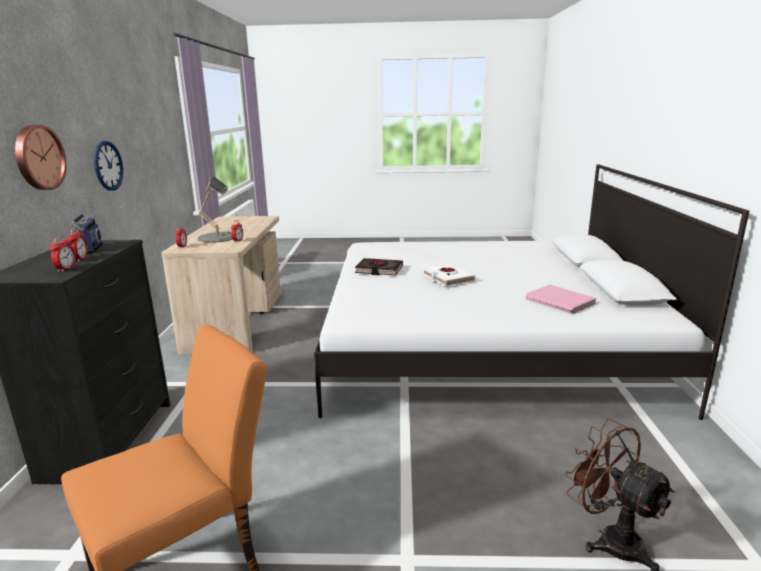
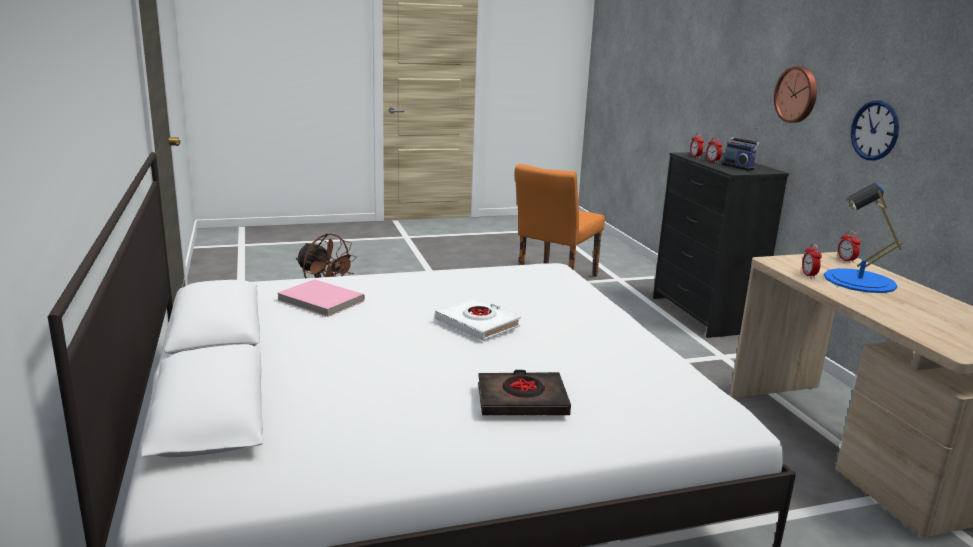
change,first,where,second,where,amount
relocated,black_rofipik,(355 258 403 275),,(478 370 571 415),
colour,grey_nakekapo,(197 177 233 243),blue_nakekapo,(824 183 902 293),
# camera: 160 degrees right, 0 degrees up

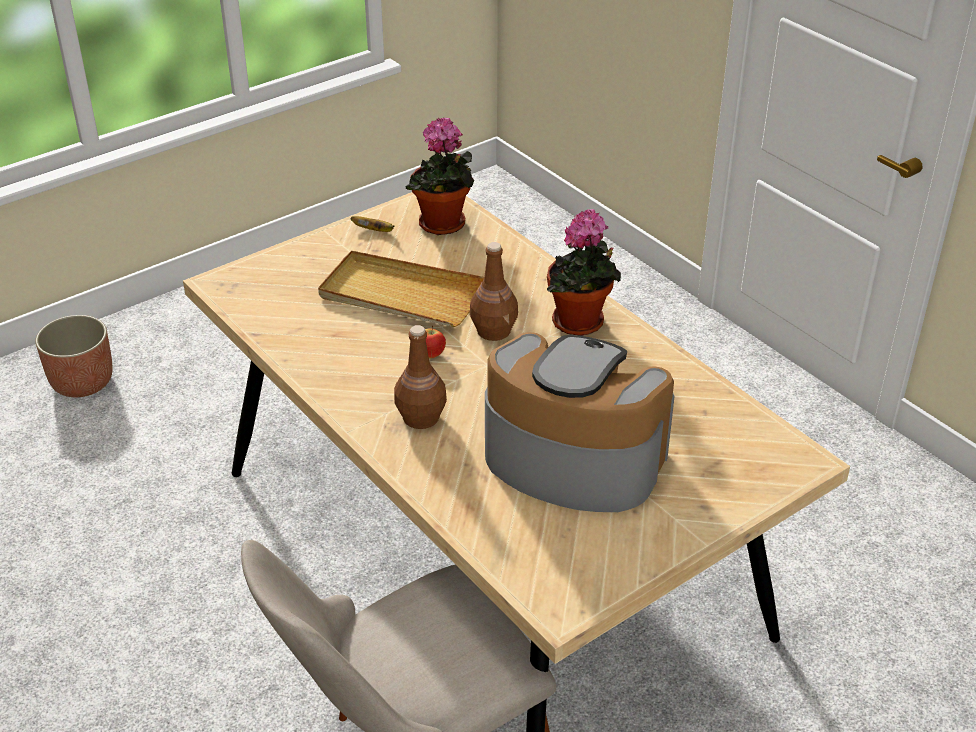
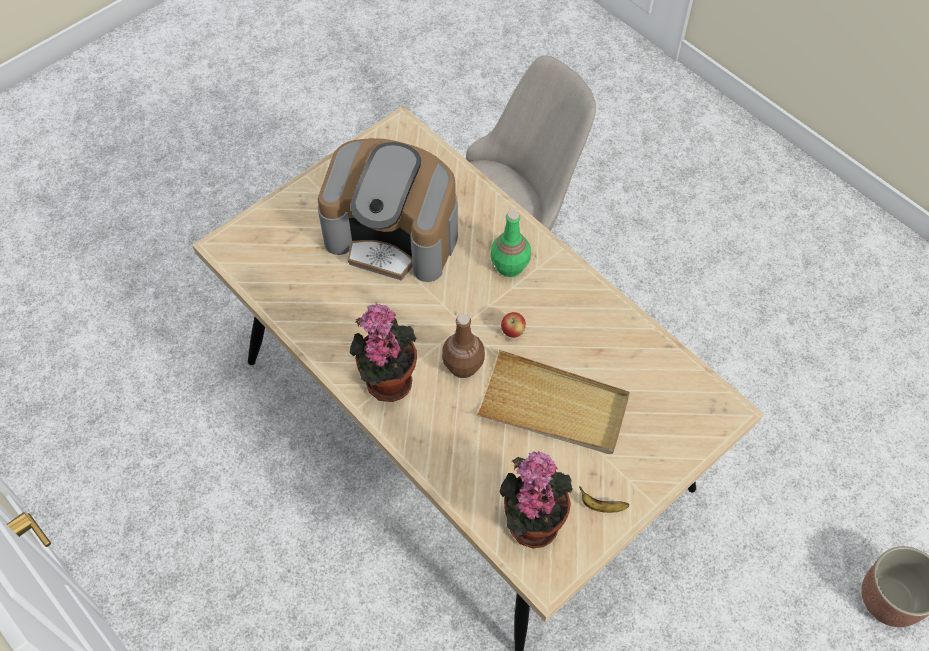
change,first,where,second,where,amount
colour,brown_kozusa,(394 325 447 429),green_kozusa,(490 210 531 277),
# camera: 175 degrees right, 20 degrees up

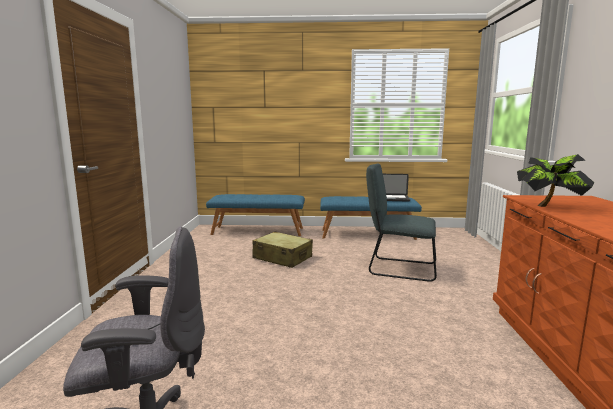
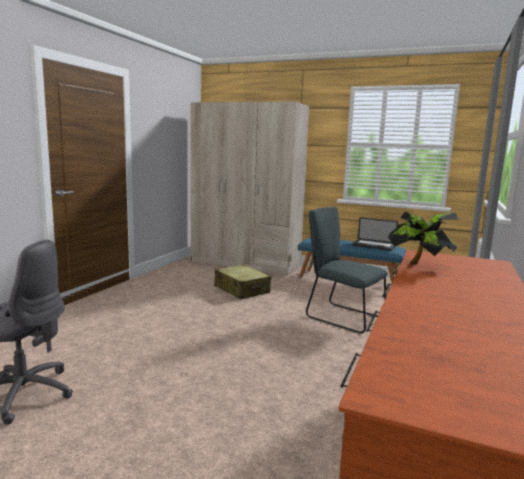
change,first,where,second,where,amount
exchanged,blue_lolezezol,(206 194 305 236),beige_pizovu,(190 101 309 276),
# camera: 20 degrees right, 0 degrees up

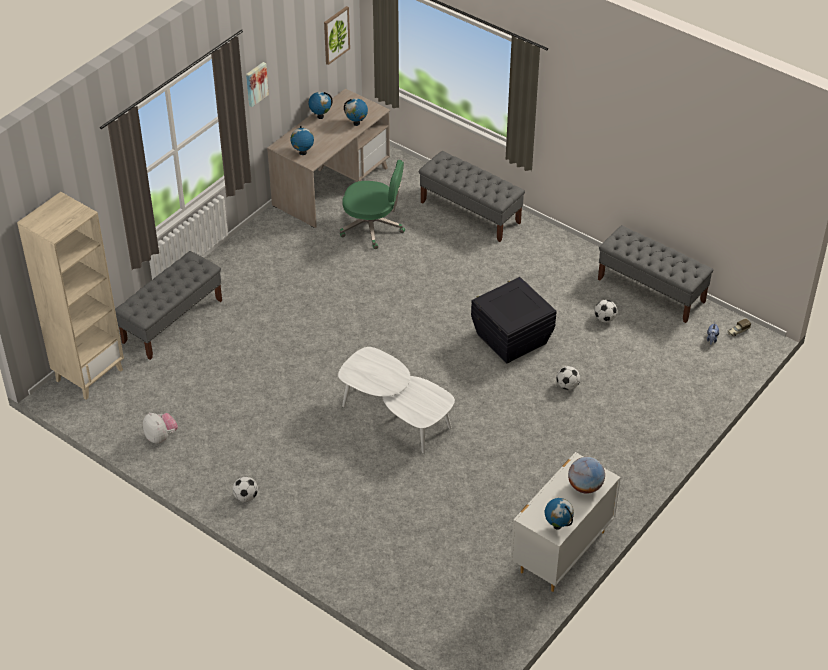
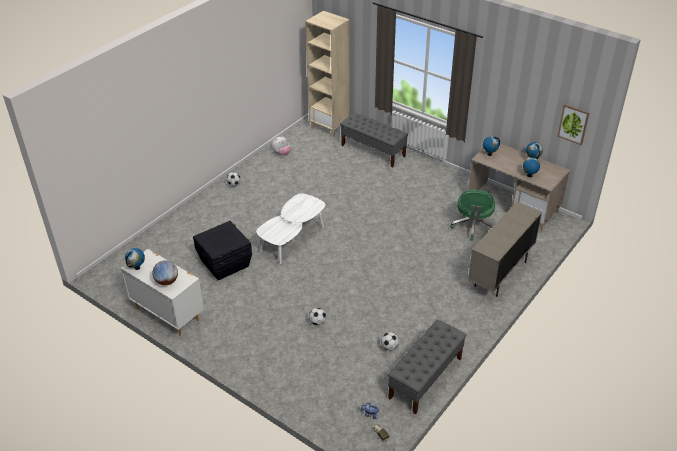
change,first,where,second,where,amount
missing,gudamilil,(246 62 269 107),,,
relocated,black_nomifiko,(471 277 557 363),,(193 221 252 280),
exchanged,grey_lolezezol,(419 151 525 242),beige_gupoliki,(468 202 542 297),
# camera: 90 degrees right, 5 degrees down

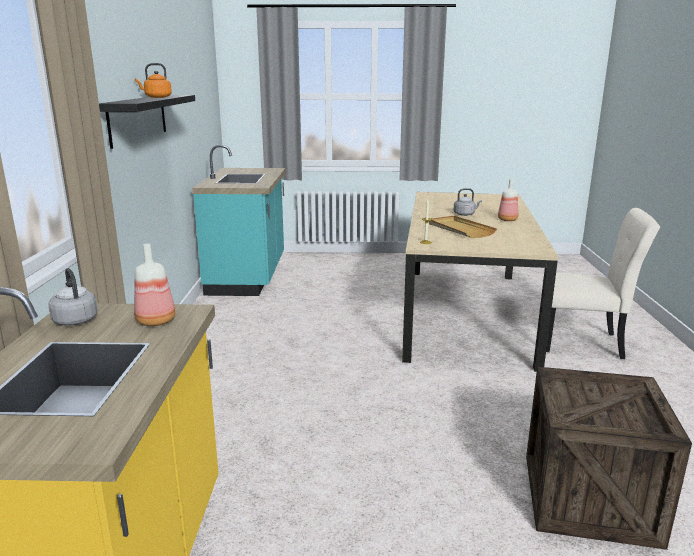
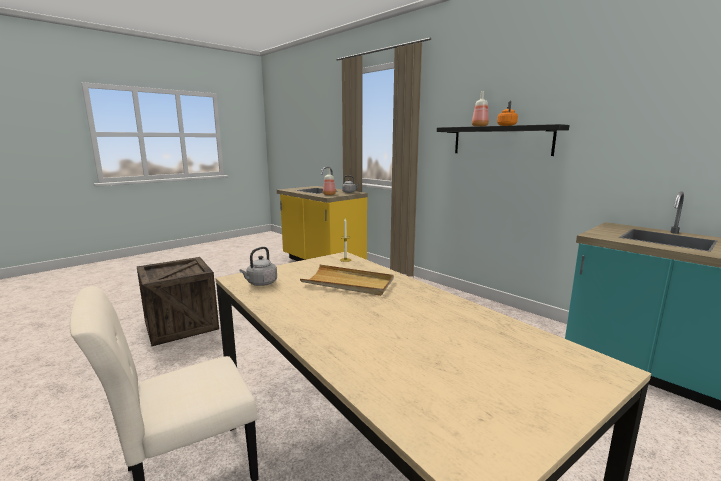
change,first,where,second,where,amount
relocated,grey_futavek,(454 188 482 216),,(239 247 277 286),
relocated,kozusa,(498 179 519 221),,(472 91 489 126),
# camera: 135 degrees right, 5 degrees down

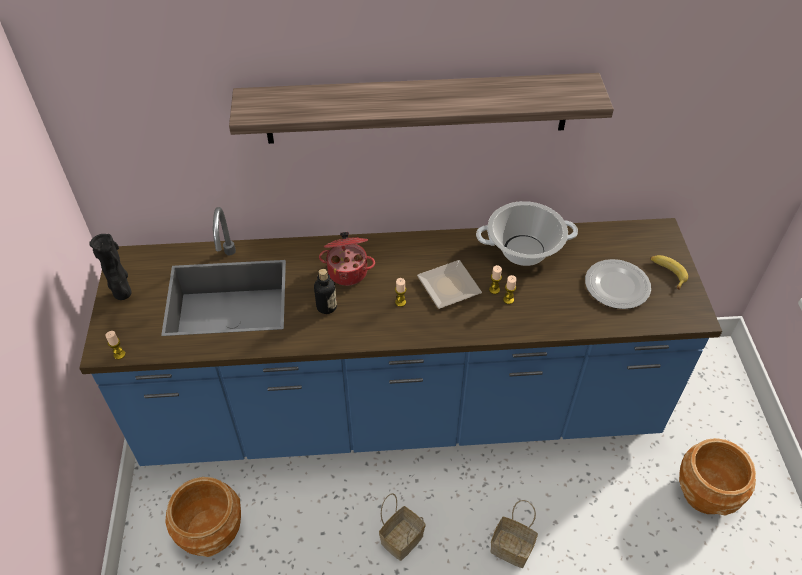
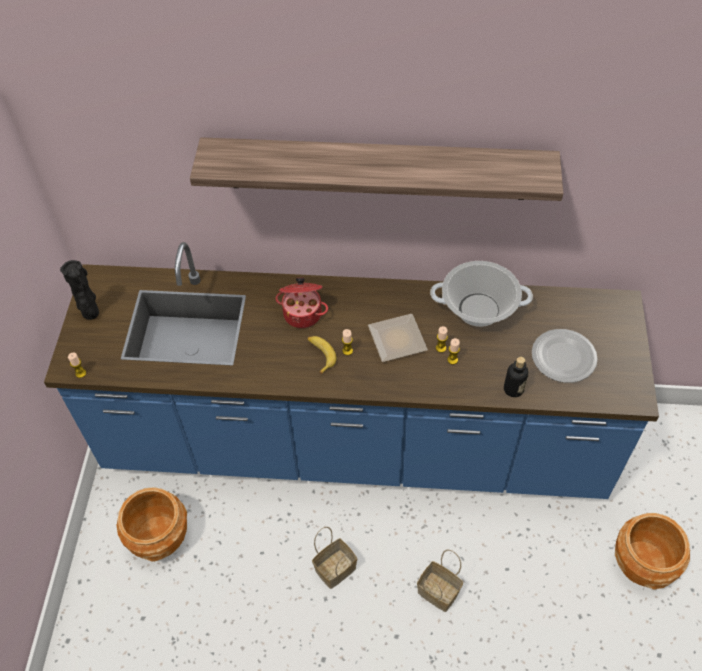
change,first,where,second,where,amount
relocated,kozusa,(314 269 337 314),,(504 357 529 397),
relocated,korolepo,(650 255 688 290),,(308 336 337 375),
# camera: 10 degrees right, 5 degrees up

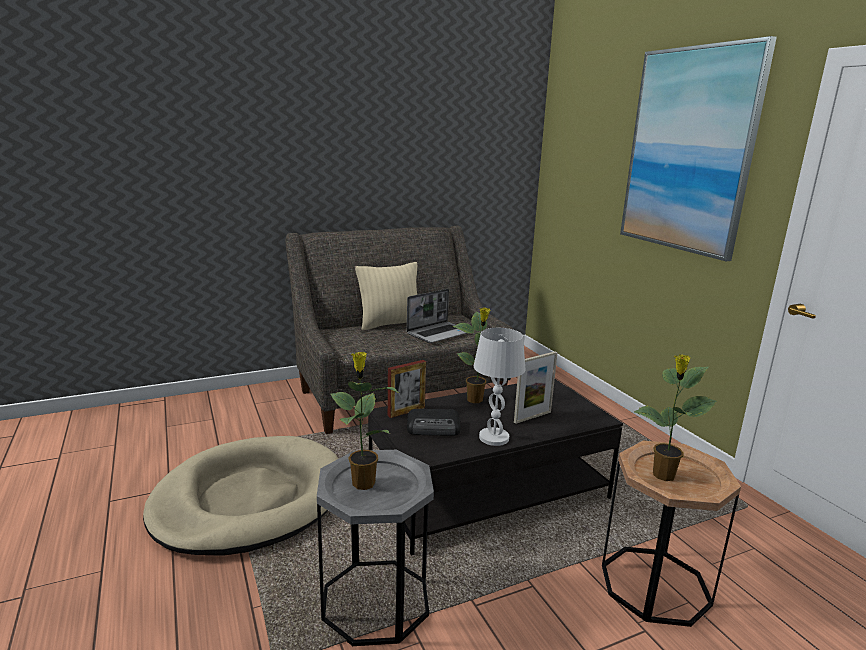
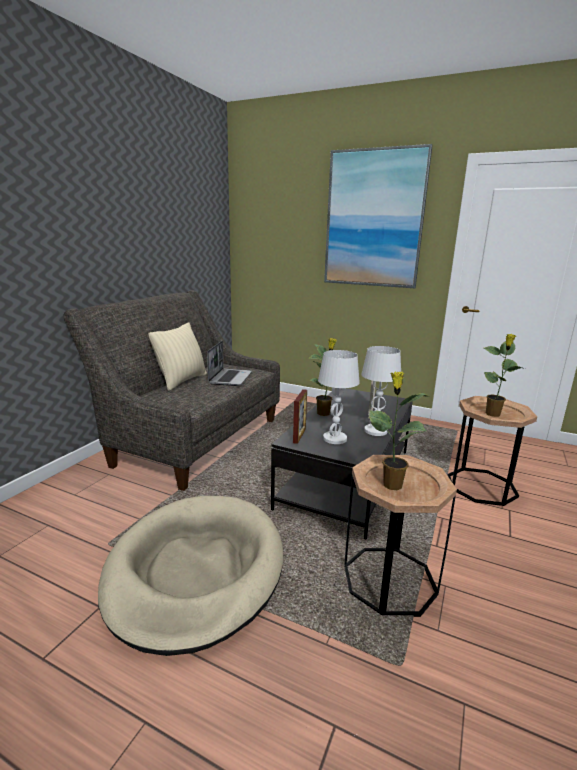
change,first,where,second,where,amount
exchanged,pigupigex,(407 409 461 436),white_nakekapo,(318 350 360 444),
colour,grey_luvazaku,(317 450 434 646),brown_luvazaku,(344 455 457 617),
# camera: 40 degrees left, 0 degrees up

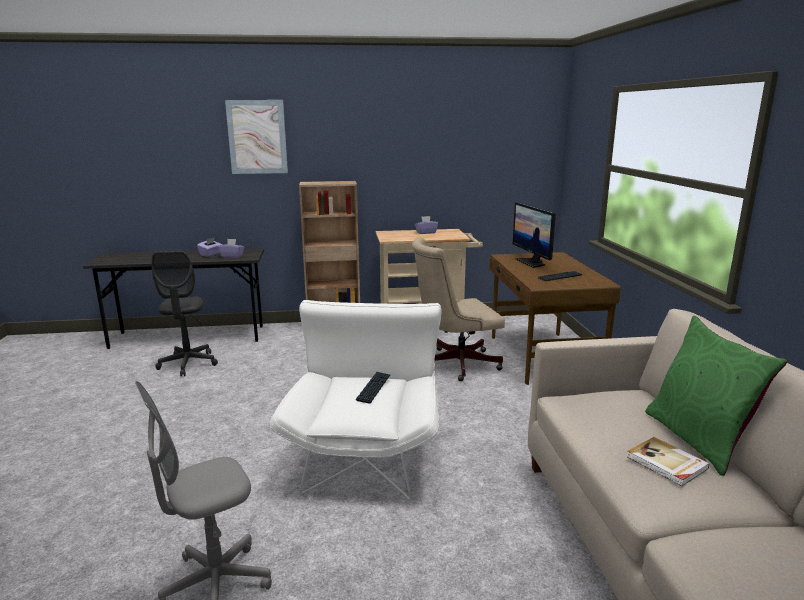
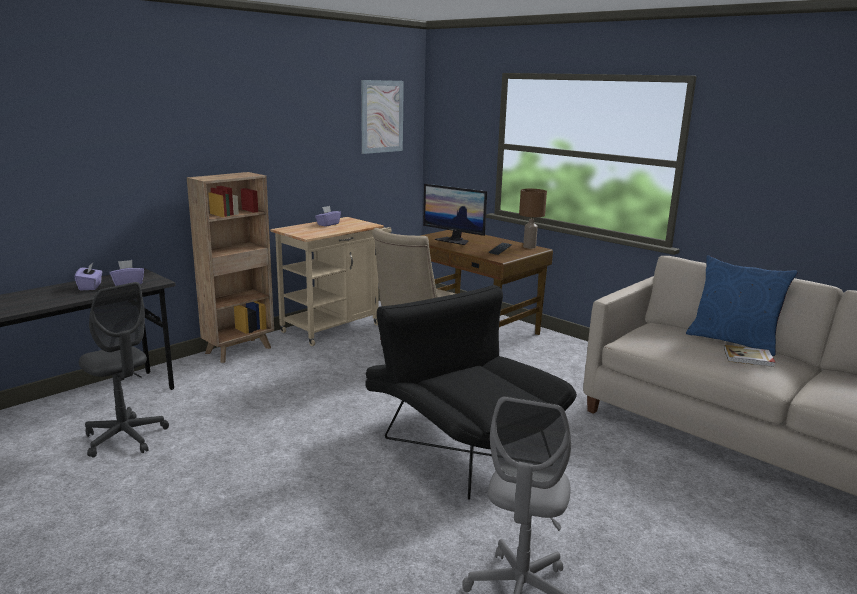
change,first,where,second,where,amount
missing,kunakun,(356 372 391 404),,,
appeared,,,brown_nakekapo,(519 189 547 248),
relocated,gudamilil,(225 100 288 174),,(361 80 404 154),
colour,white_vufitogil,(270 300 442 501),black_vufitogil,(366 285 577 500),
colour,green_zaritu,(645 315 788 476),blue_zaritu,(686 255 798 356),
# camera: 40 degrees left, 0 degrees up

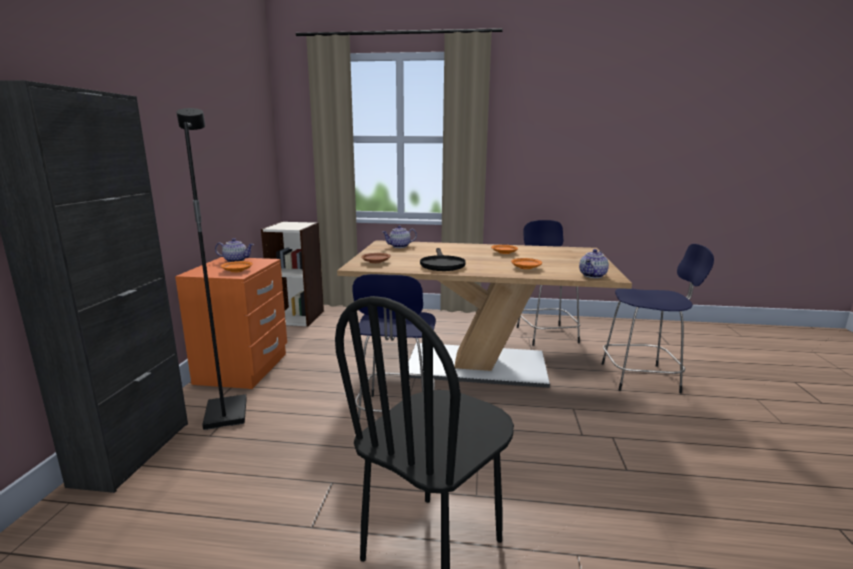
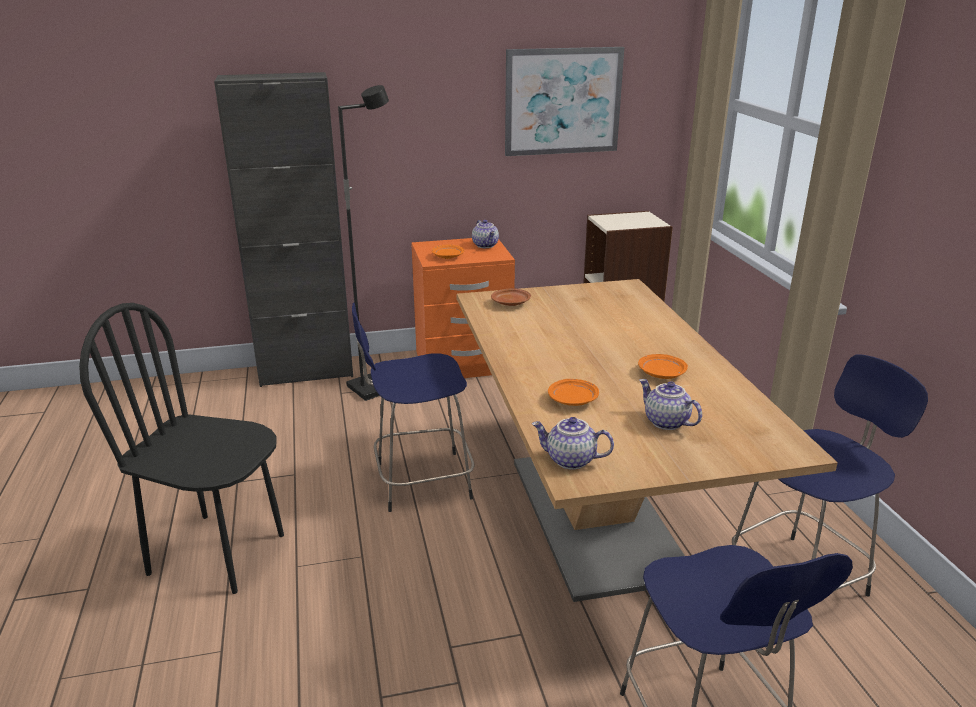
change,first,where,second,where,amount
missing,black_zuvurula,(420 248 466 271),,,
appeared,,,gudamilil,(505 47 624 156),
relocated,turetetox,(382 225 417 248),,(639 379 702 430),
# camera: 70 degrees right, 10 degrees up

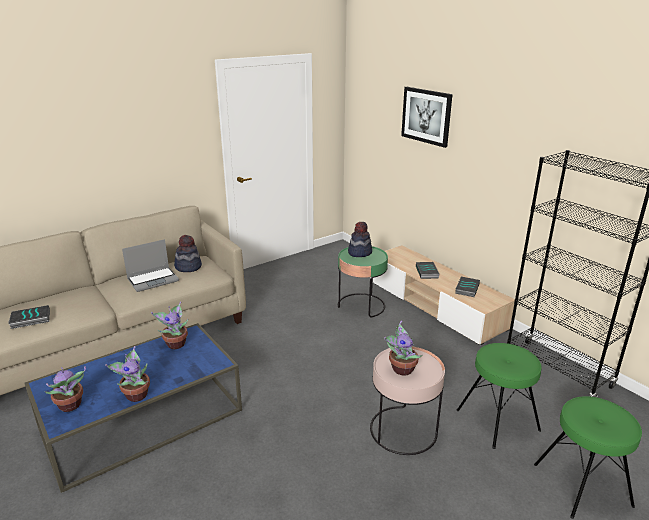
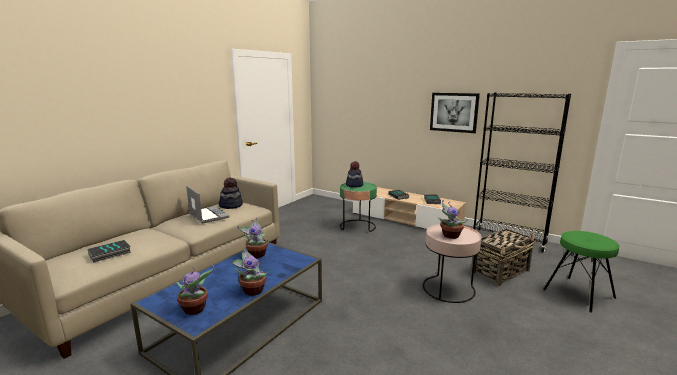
change,first,where,second,where,amount
relocated,gudamilil,(401 87 453 148),,(430 93 480 133),
exchanged,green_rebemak,(457 343 542 449),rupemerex,(471 228 535 286),
spun,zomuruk,(122 239 179 292),,(186 186 230 224),75 degrees counterclockwise
# camera: 20 degrees left, 10 degrees down

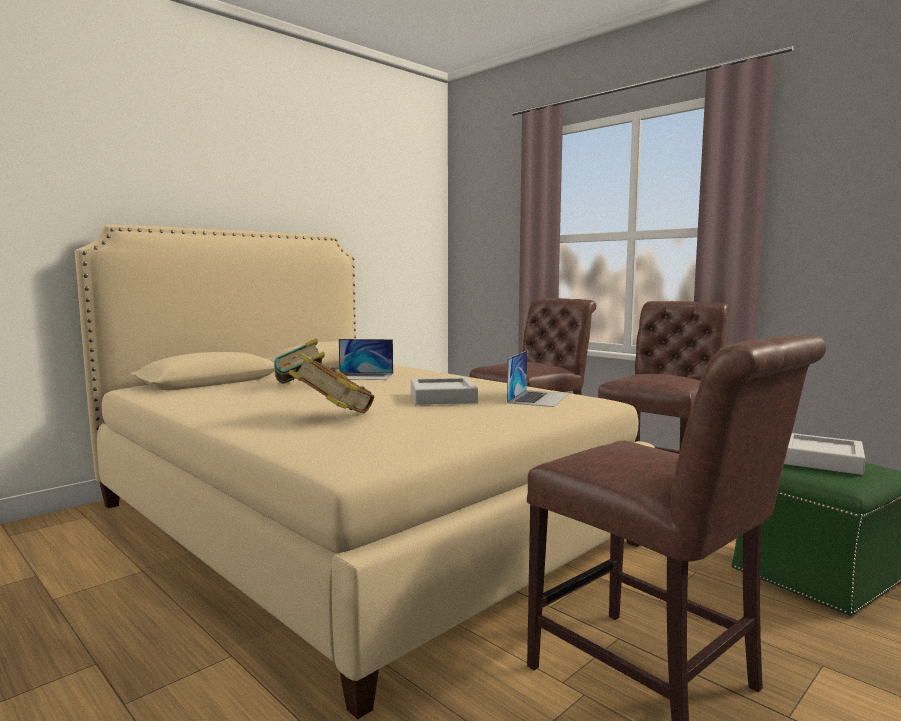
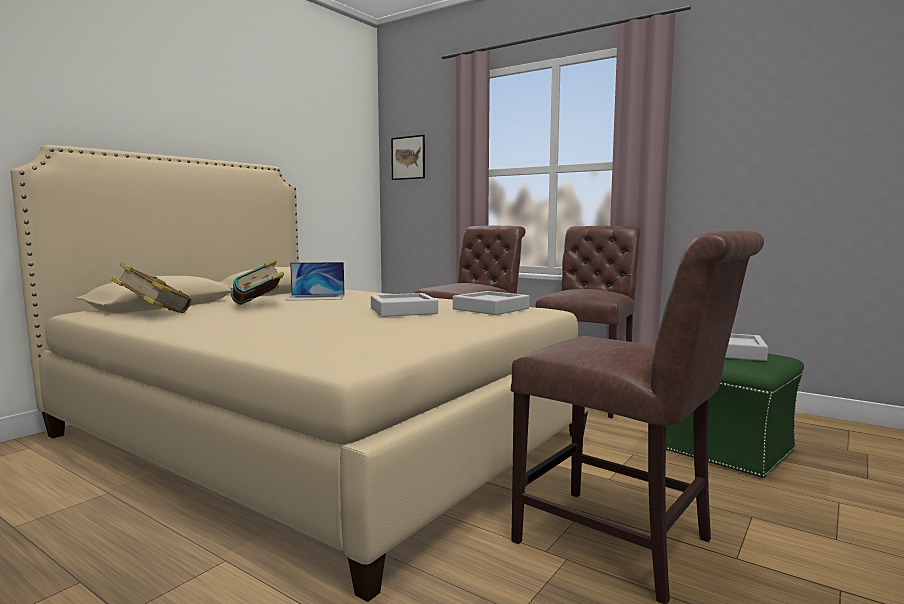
change,first,where,second,where,amount
appeared,,,gudamilil,(391 135 425 180),
relocated,rofipik,(288 353 374 413),,(111 263 192 313),
exchanged,zomuruk,(507 351 569 407),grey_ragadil,(453 291 530 315),
# camera: 10 degrees left, 0 degrees up

